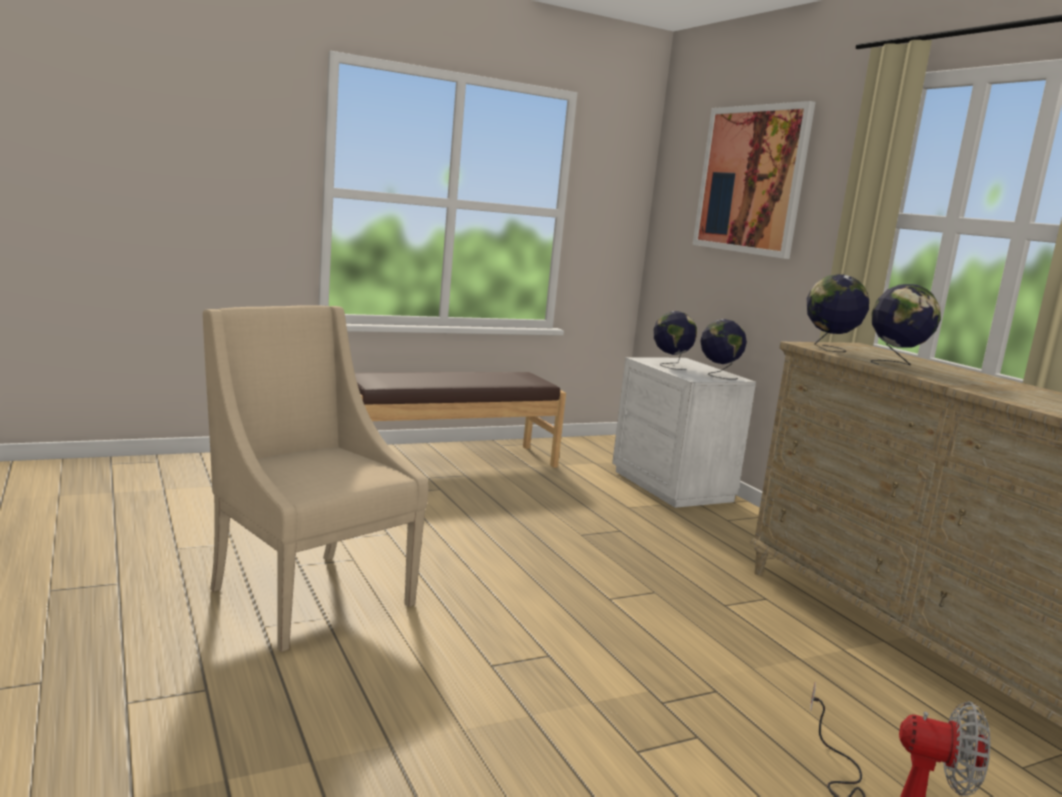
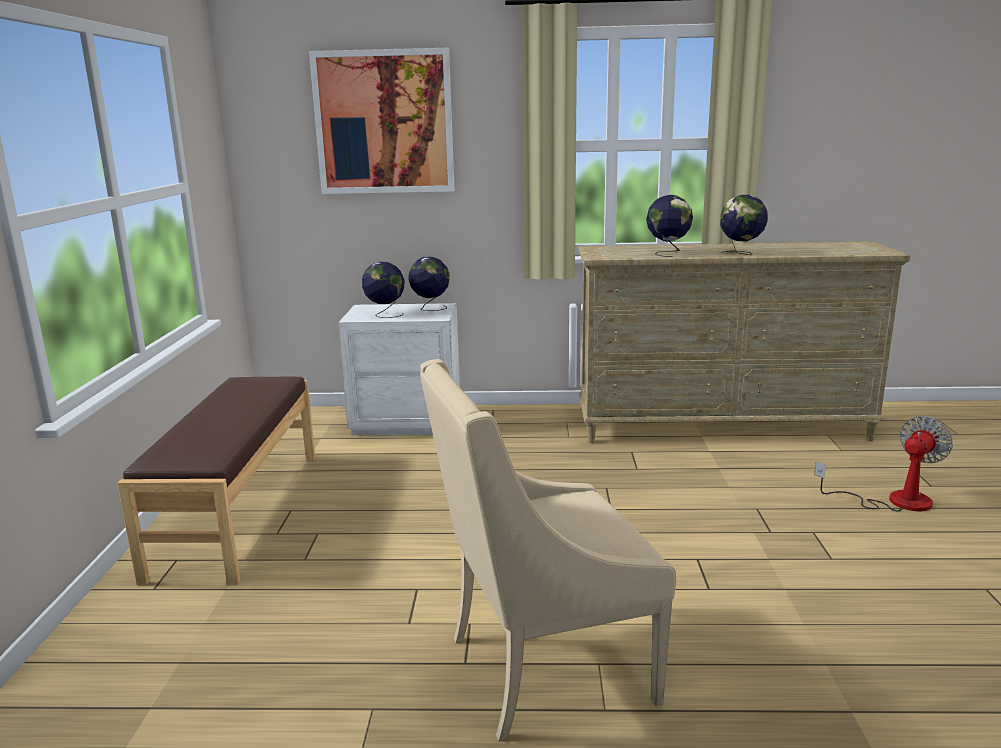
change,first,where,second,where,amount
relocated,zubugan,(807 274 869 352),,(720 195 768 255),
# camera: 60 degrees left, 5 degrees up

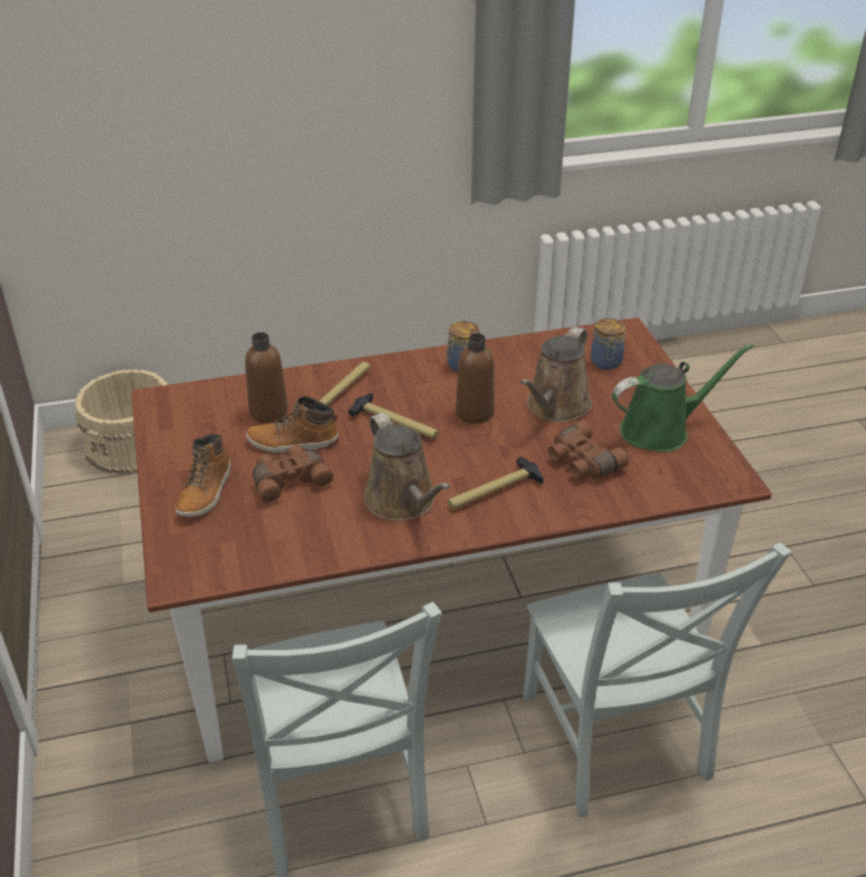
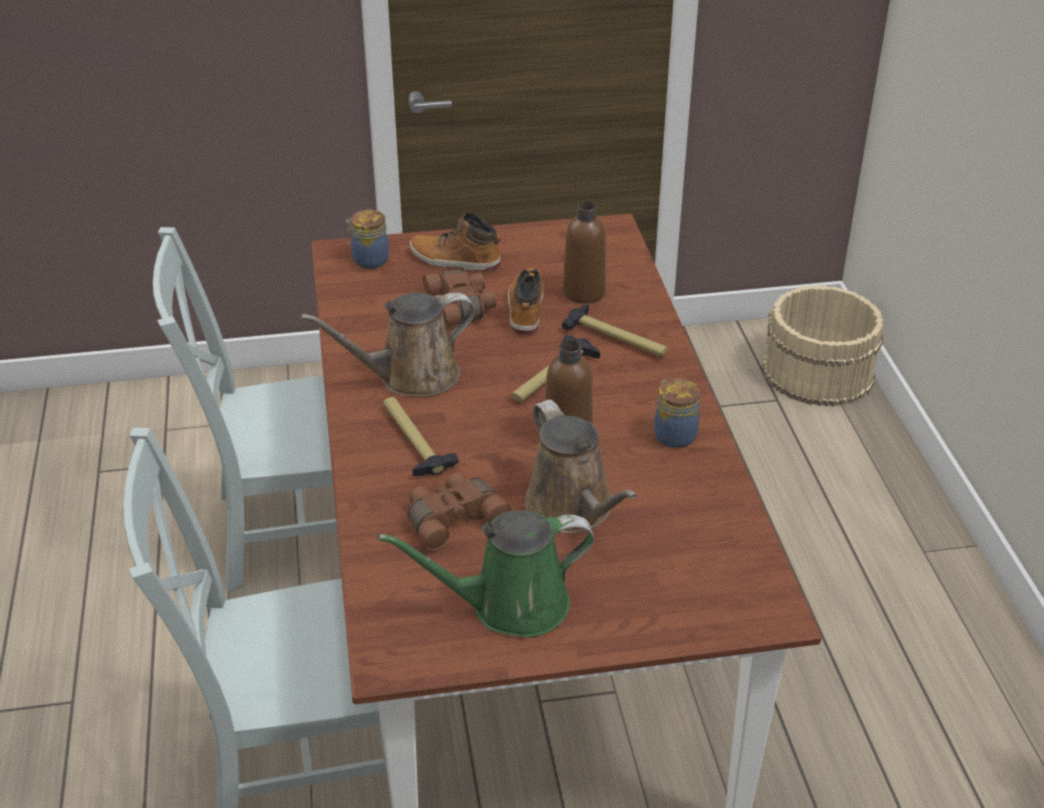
change,first,where,second,where,amount
relocated,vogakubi,(591 318 626 370),,(346 210 389 269),
spun,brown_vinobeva,(520 327 592 422),,(525 399 637 533),150 degrees counterclockwise
spun,green_vinobeva,(612 344 754 452),,(378 510 594 637),90 degrees clockwise
# camera: 95 degrees right, 0 degrees up

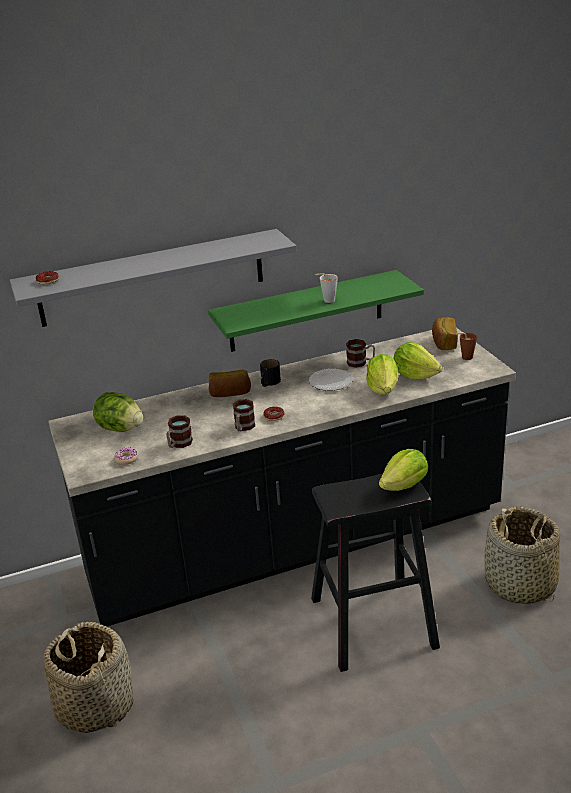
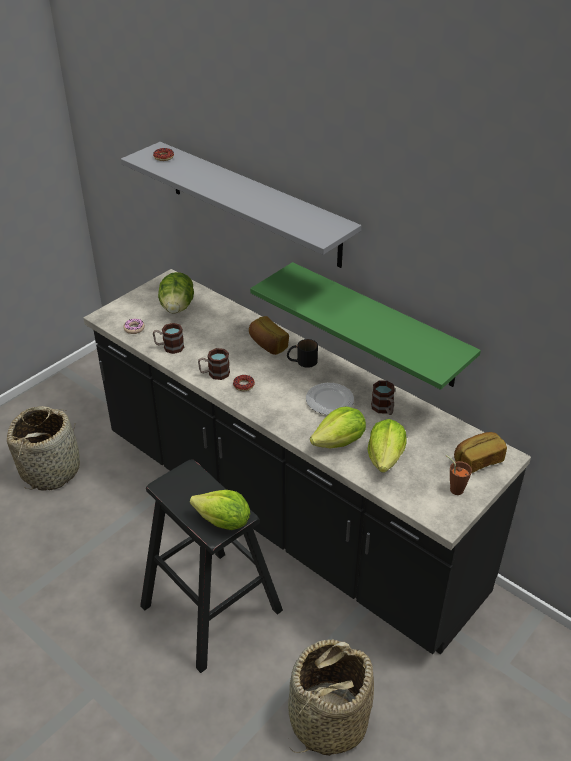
change,first,where,second,where,amount
missing,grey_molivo,(315 273 338 303),,,
# camera: 60 degrees right, 10 degrees up

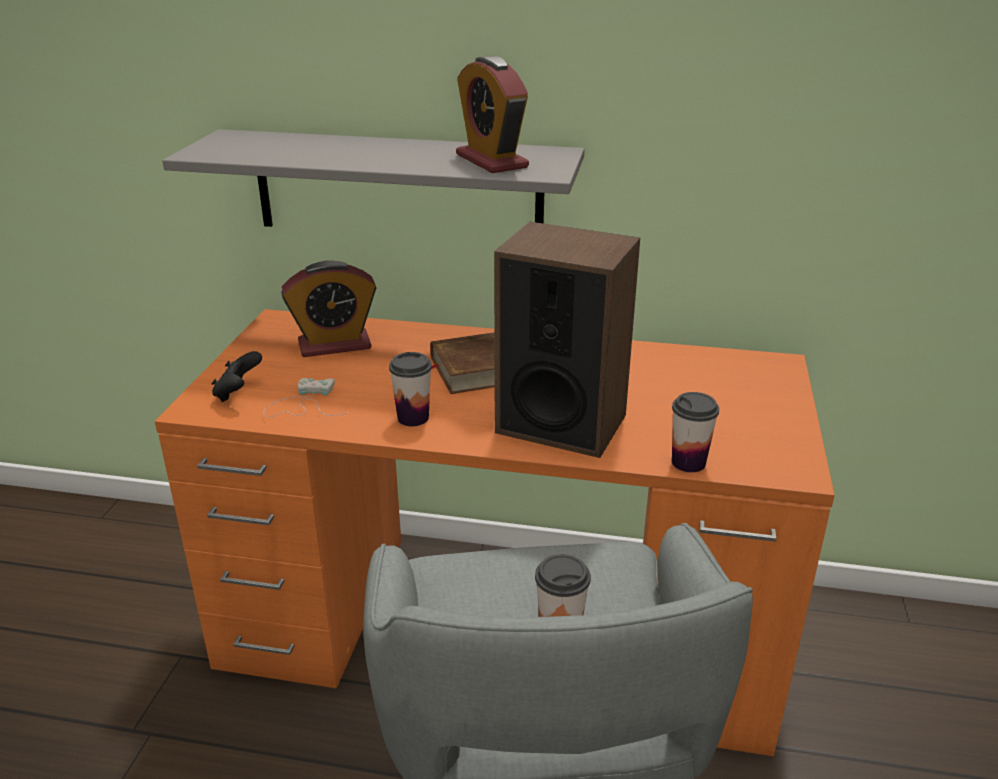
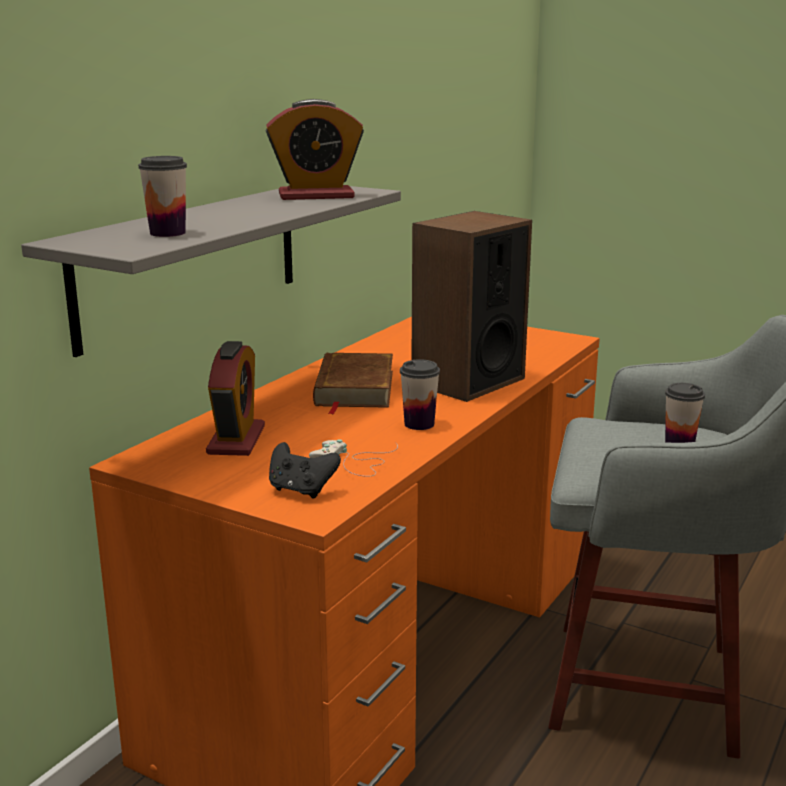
change,first,where,second,where,amount
relocated,molivo,(672 392 719 472),,(138 156 187 237),
# camera: 70 degrees left, 10 degrees down

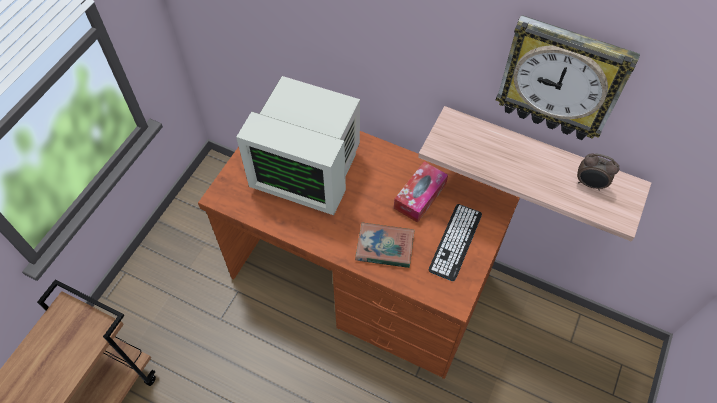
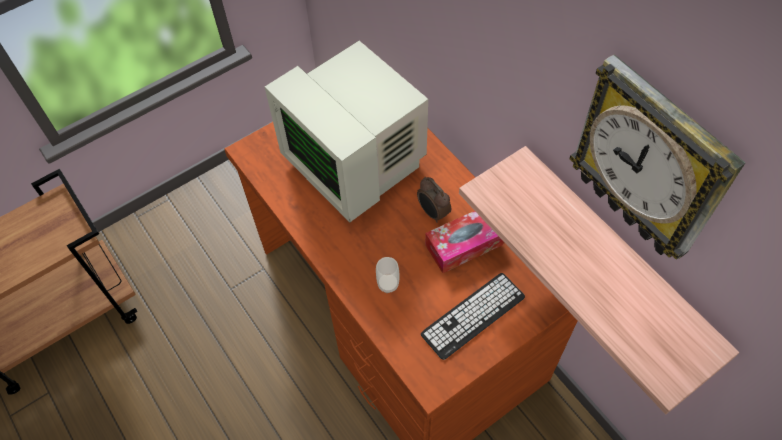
change,first,where,second,where,amount
relocated,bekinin,(577 154 619 191),,(417 177 451 223),
exchanged,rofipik,(355 223 415 268),molivo,(376 257 399 293),
# camera: 30 degrees right, 0 degrees up

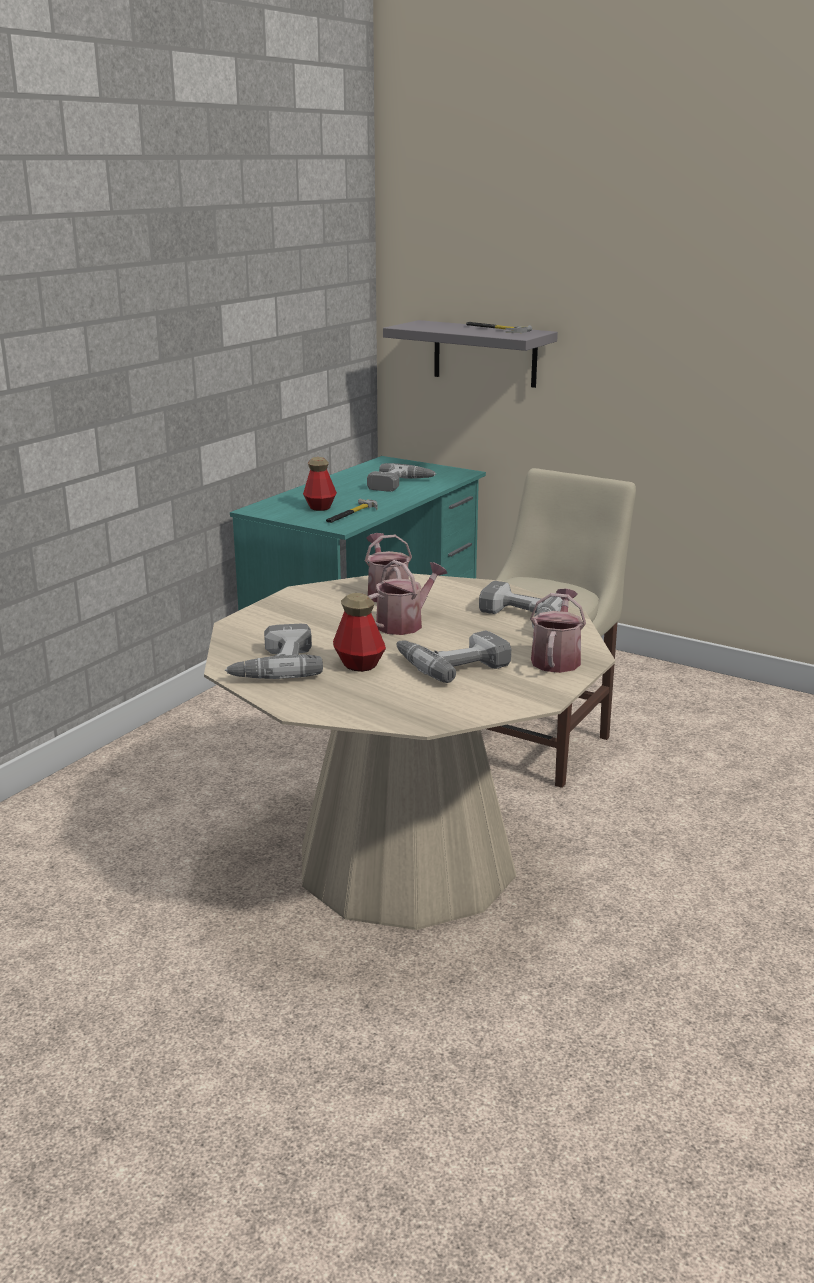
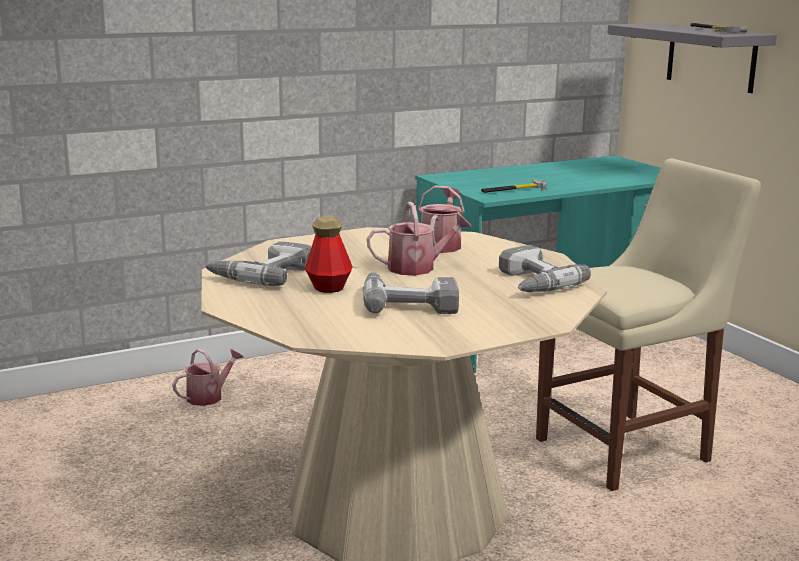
change,first,where,second,where,amount
missing,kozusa,(303 457 337 511),,,
missing,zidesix,(367 463 436 492),,,
relocated,vinobeva,(530 589 586 673),,(172 349 243 406),
# camera: 30 degrees right, 5 degrees down

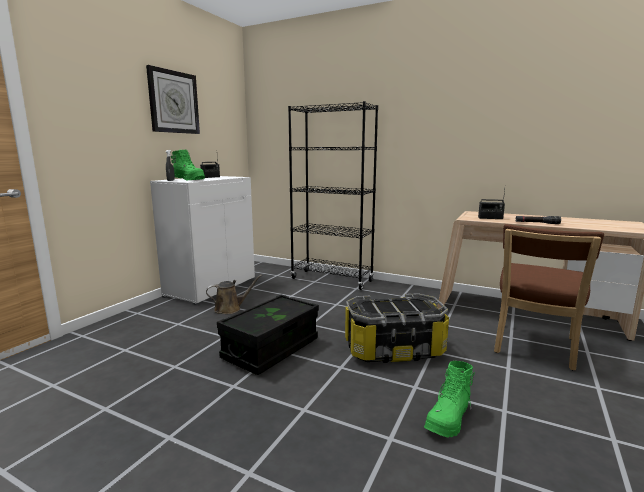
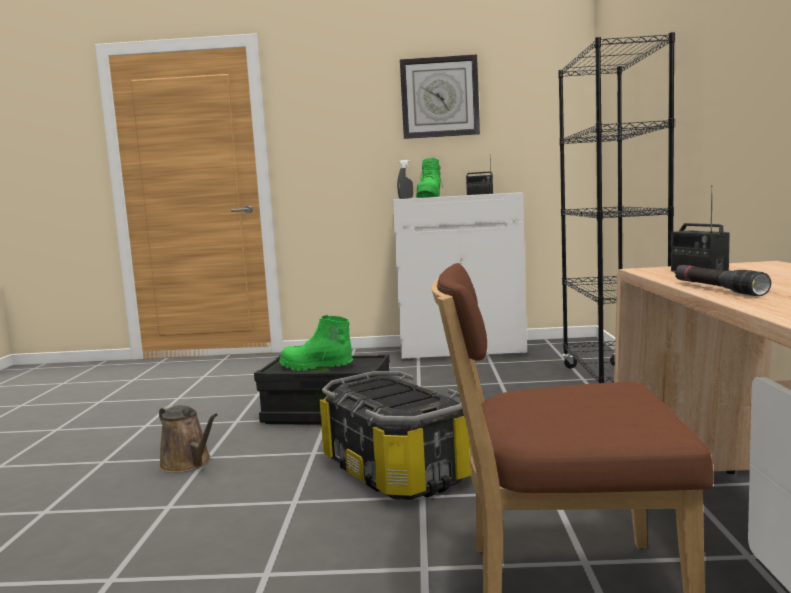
change,first,where,second,where,amount
relocated,brown_vinobeva,(206 275 262 314),,(159 405 218 473),
relocated,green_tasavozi,(424 361 475 437),,(279 315 353 371),
# camera: 65 degrees right, 5 degrees down

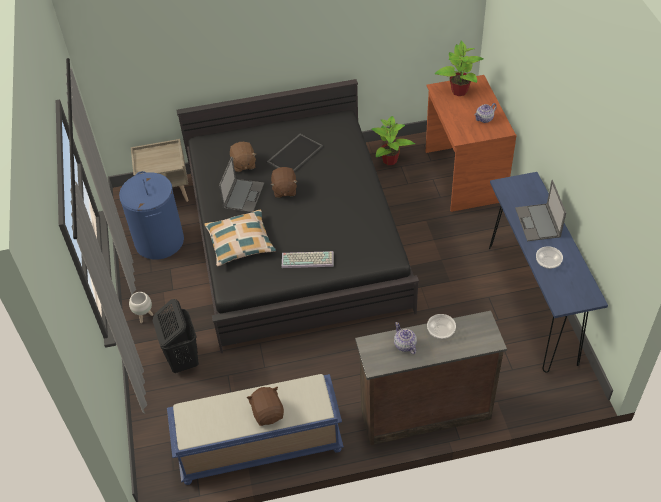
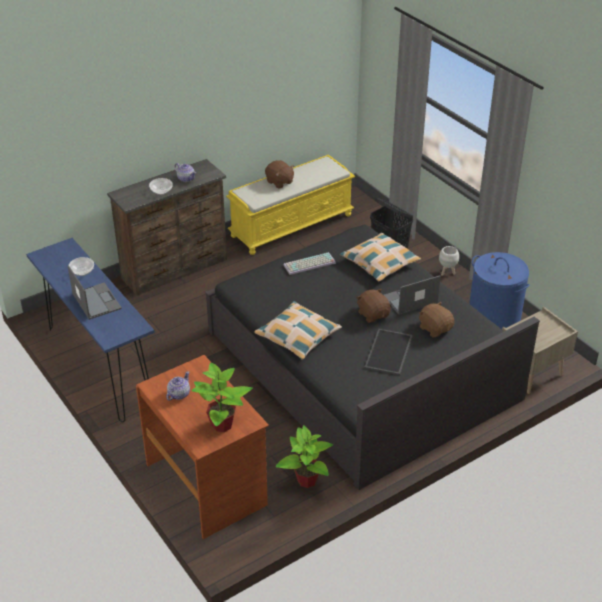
change,first,where,second,where,amount
appeared,,,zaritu,(254 301 342 359),
colour,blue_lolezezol,(167 374 344 485),yellow_lolezezol,(226 155 355 255),
spun,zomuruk,(219 156 264 213),,(384 275 441 315),75 degrees clockwise
# camera: 155 degrees right, 10 degrees down

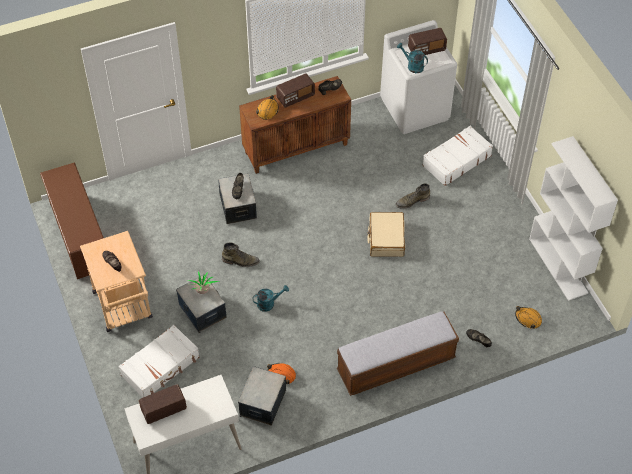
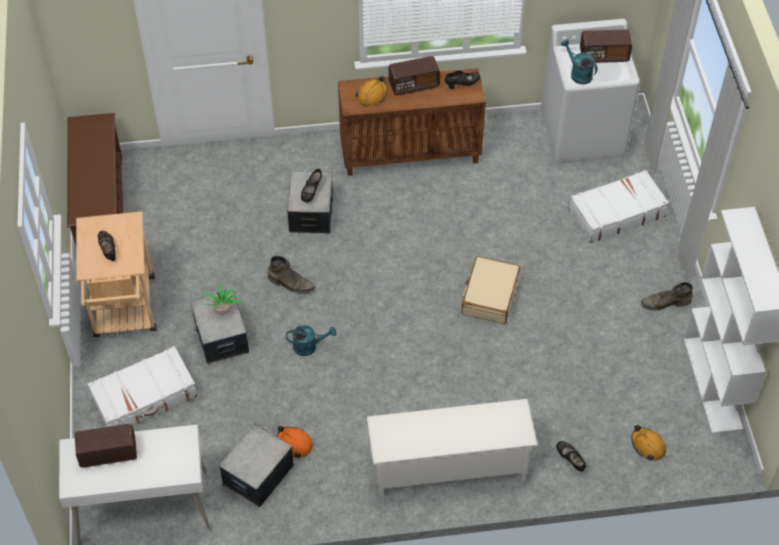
change,first,where,second,where,amount
relocated,green_tasavozi,(396 183 430 209),,(641 282 693 310),
exchanged,lolezezol,(337 311 459 396),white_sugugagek,(367 399 538 497),
# camera: 15 degrees right, 0 degrees up

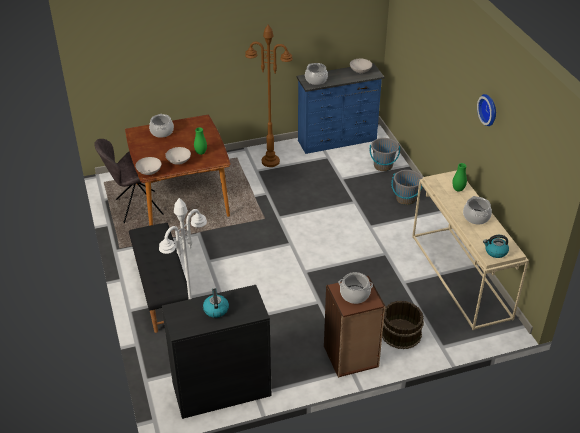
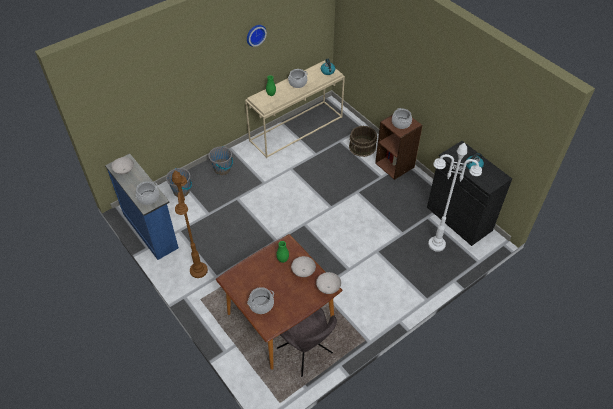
change,first,where,second,where,amount
missing,black_lolezezol,(129 223 189 333),,,
# camera: 110 degrees left, 10 degrees up

